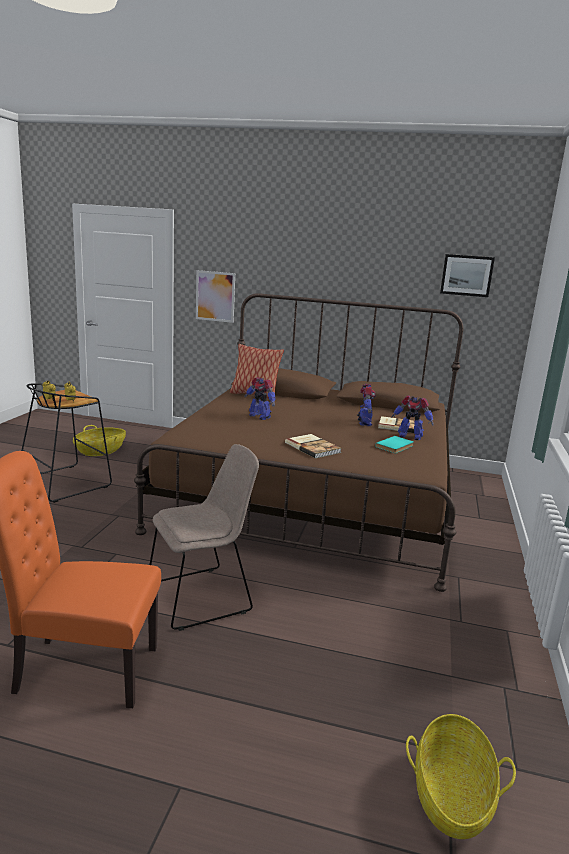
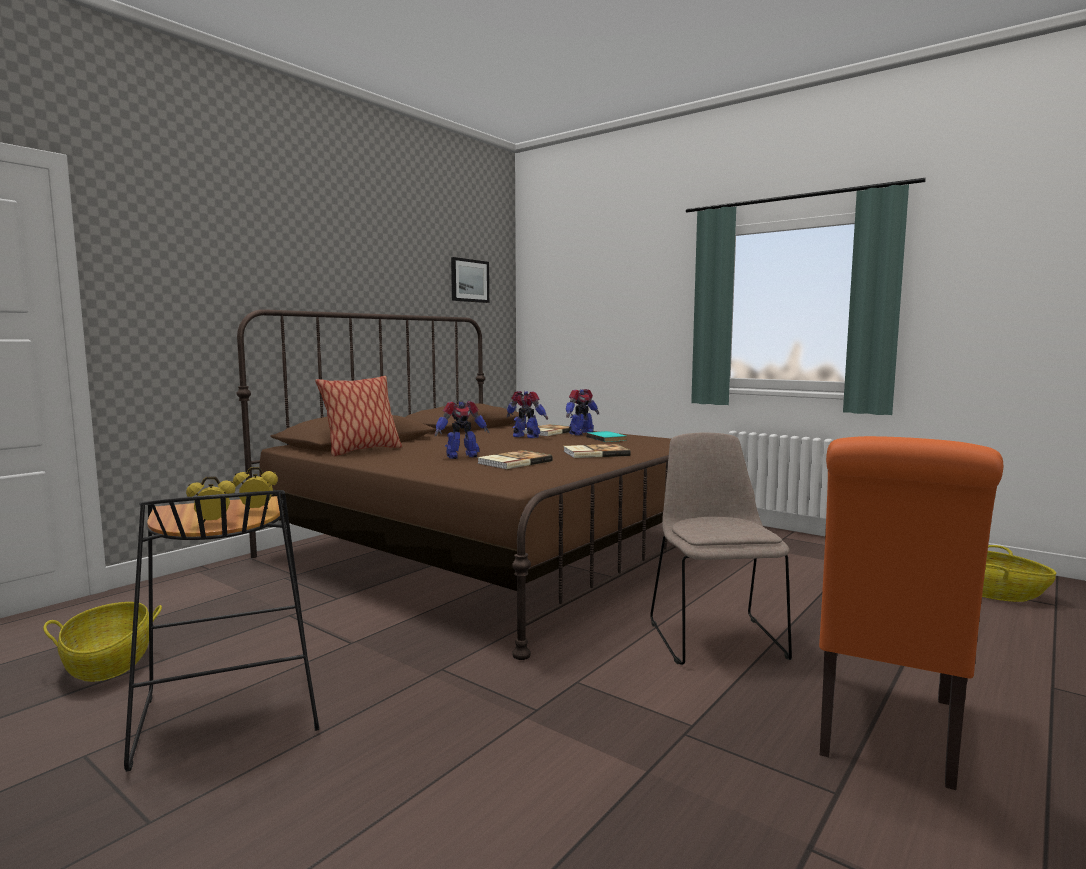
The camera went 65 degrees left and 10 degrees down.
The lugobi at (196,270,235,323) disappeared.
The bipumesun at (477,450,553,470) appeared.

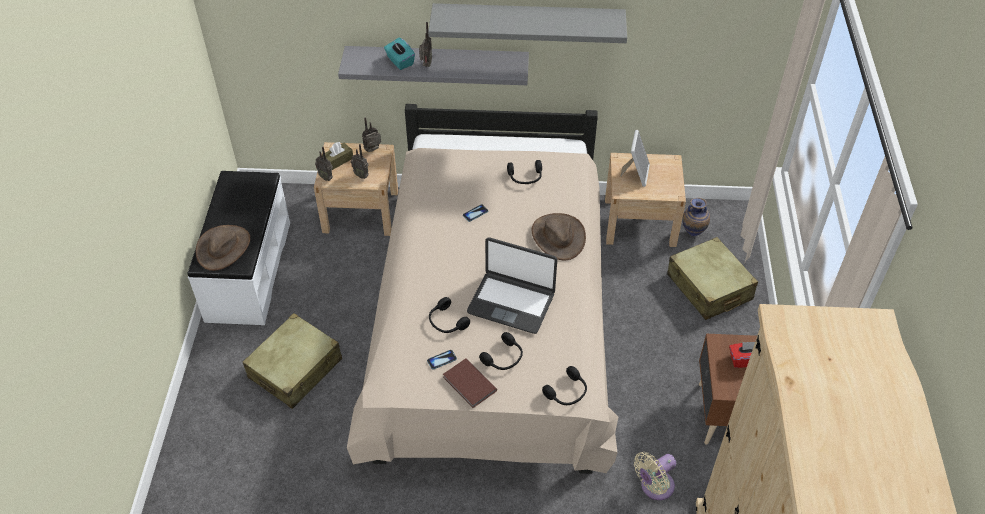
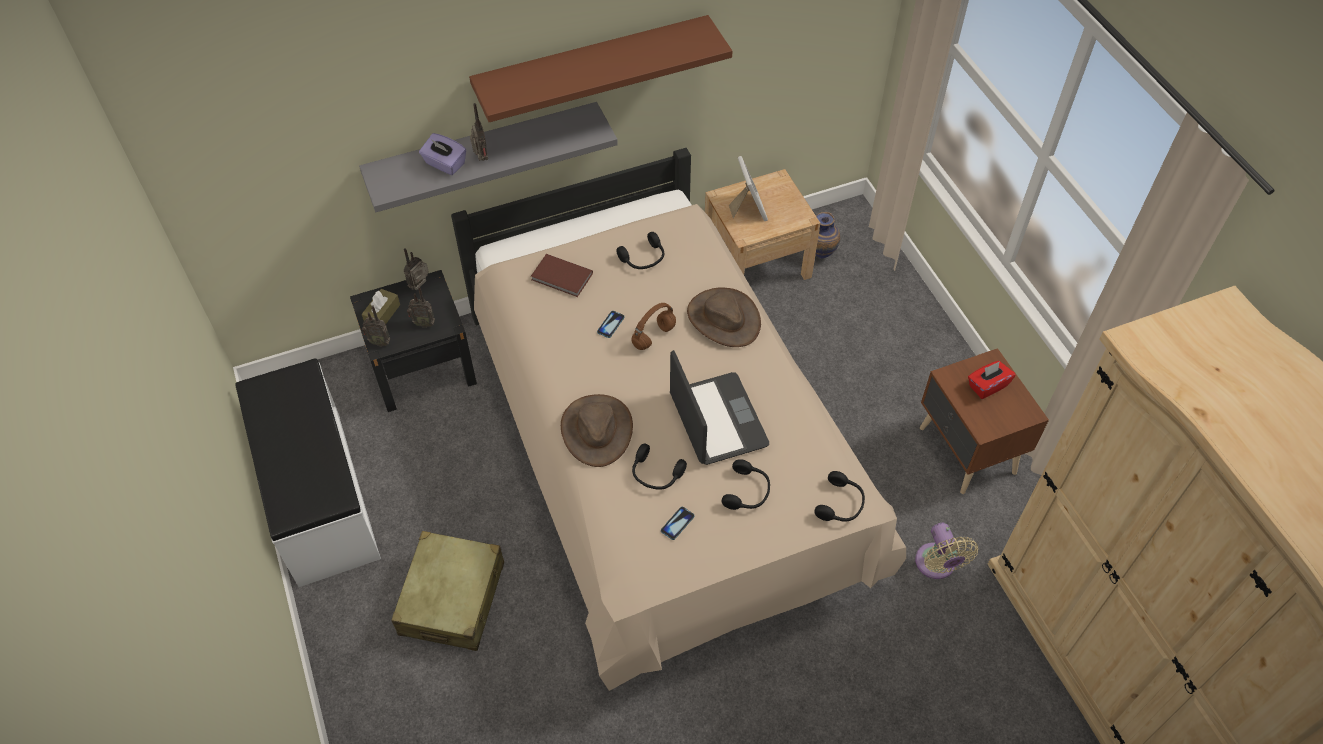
The camera went 25 degrees left and 5 degrees up.
The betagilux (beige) at (667,237,758,320) disappeared.
The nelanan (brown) at (631,303,676,350) appeared.
The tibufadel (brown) moved from (196,225,250,271) to (561,394,633,467).
The bipumesun (brown) moved from (443,358,497,408) to (531,254,593,297).
The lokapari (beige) at (314,142,398,236) became the lokapari (black) at (350,270,477,412).
The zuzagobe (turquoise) at (384,38,415,70) became the zuzagobe (purple) at (419,133,466,175).
The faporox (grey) at (428,3,627,43) became the faporox (brown) at (469,15,732,122).
The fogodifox at (467,237,557,334) turned 105 degrees counterclockwise.
The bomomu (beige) at (634,452,676,500) turned 45 degrees counterclockwise.

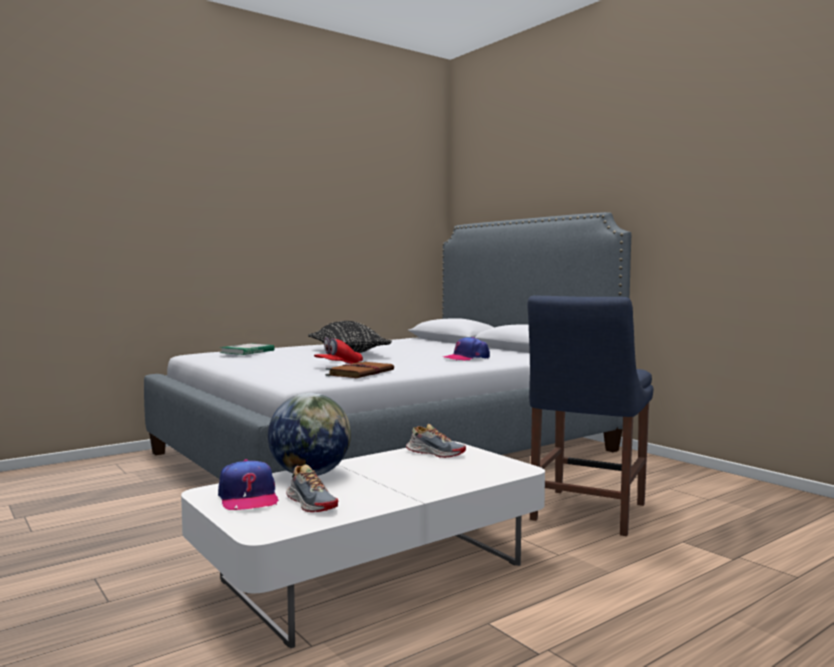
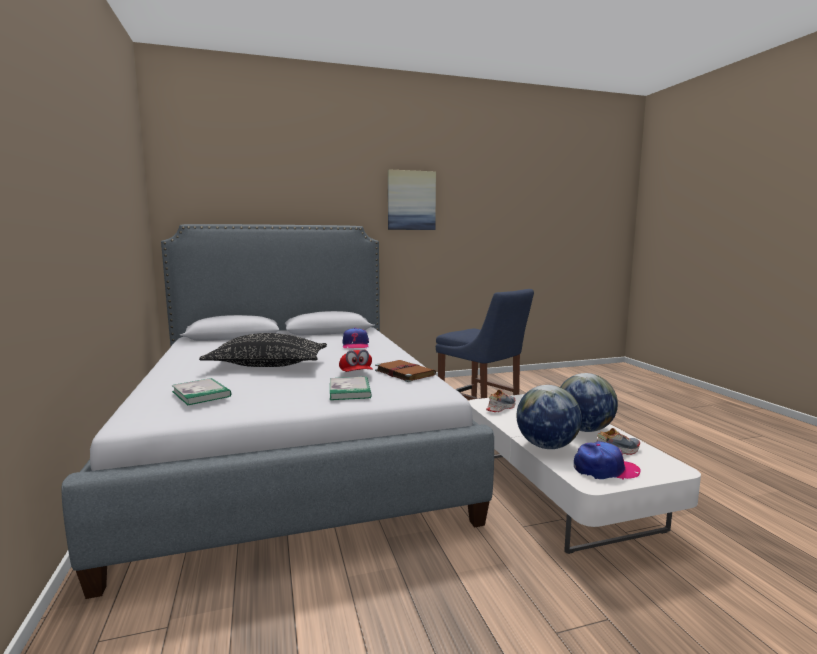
The camera went 70 degrees left and 5 degrees up.
The bipumesun at (330,376,372,400) appeared.
The lugobi at (388,169,436,230) appeared.
The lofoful at (561,373,618,432) appeared.

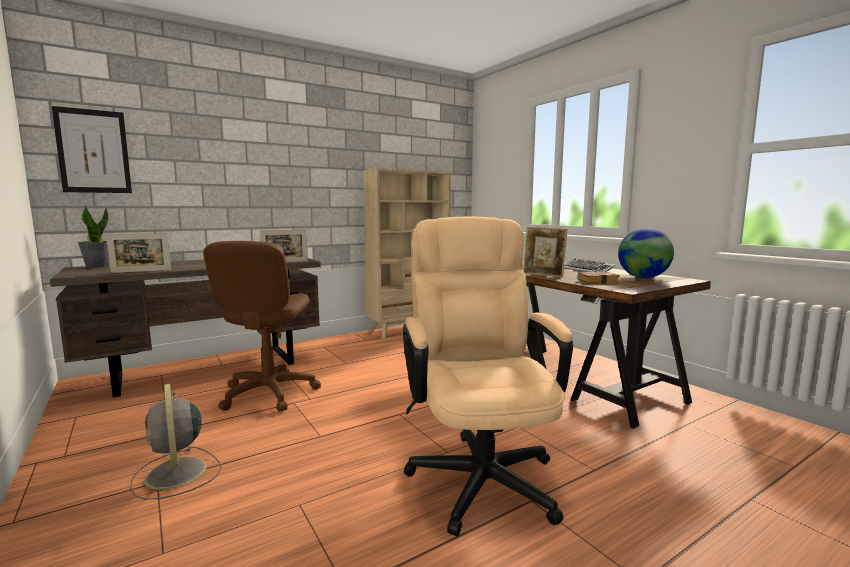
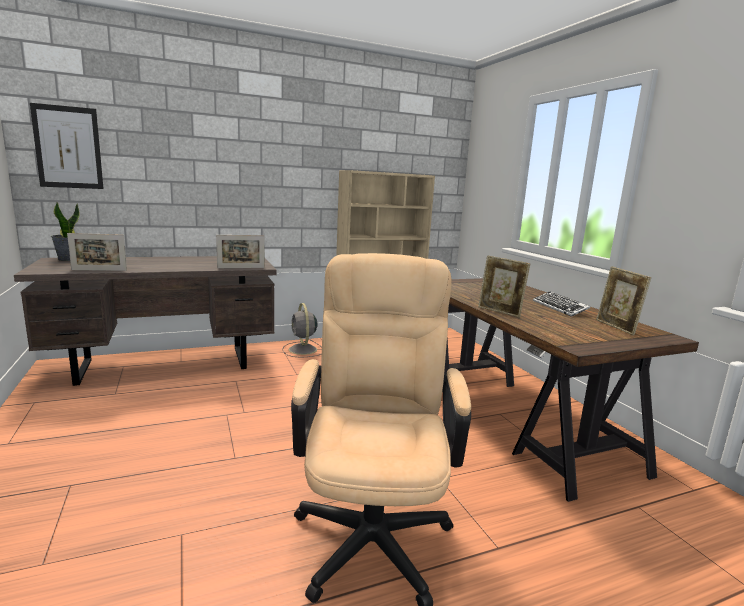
The camera went 10 degrees right and 5 degrees up.
The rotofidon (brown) at (203,241,321,412) disappeared.
The bipumesun at (578,272,620,284) disappeared.
The bomomu (grey) moved from (130,384,221,500) to (282,303,322,358).
The lofoful at (618,228,674,278) was replaced by the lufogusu at (596,266,652,335).

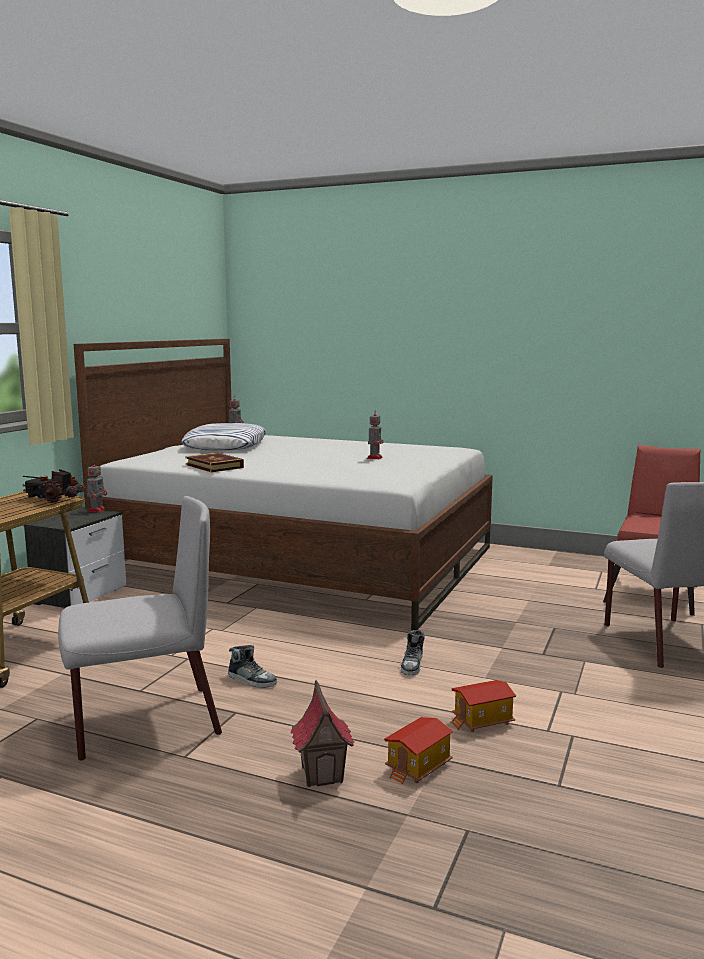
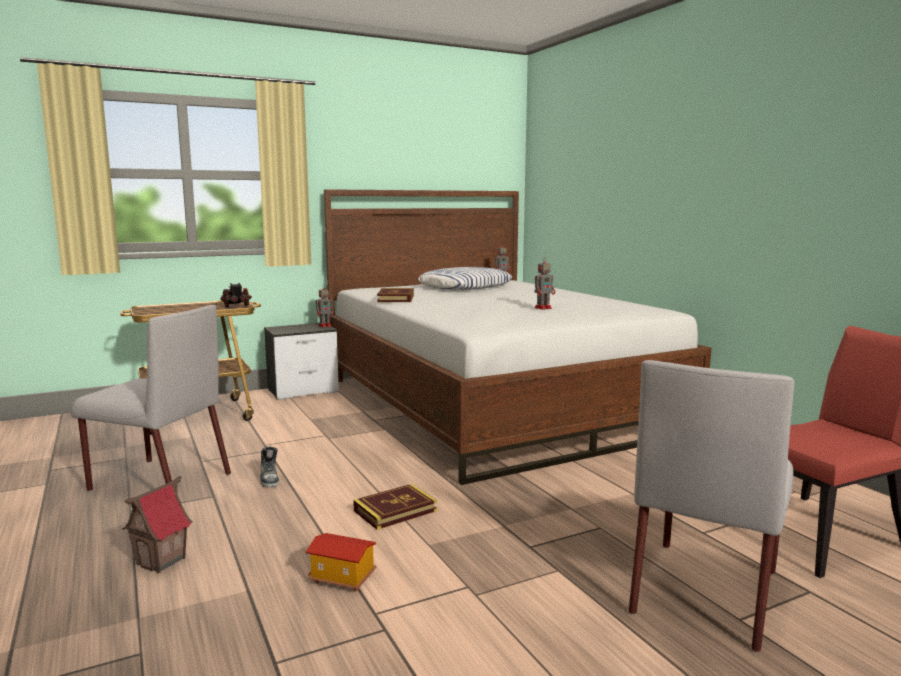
The camera went 40 degrees right and 0 degrees up.
The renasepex at (384,717,453,785) disappeared.
The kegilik at (401,630,425,675) was replaced by the bipumesun at (353,484,437,530).

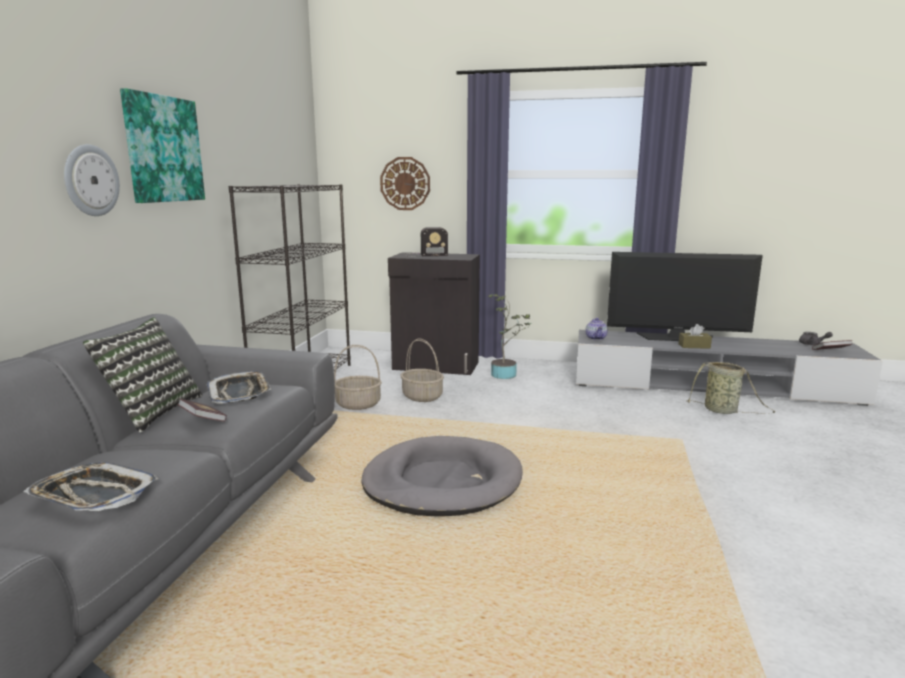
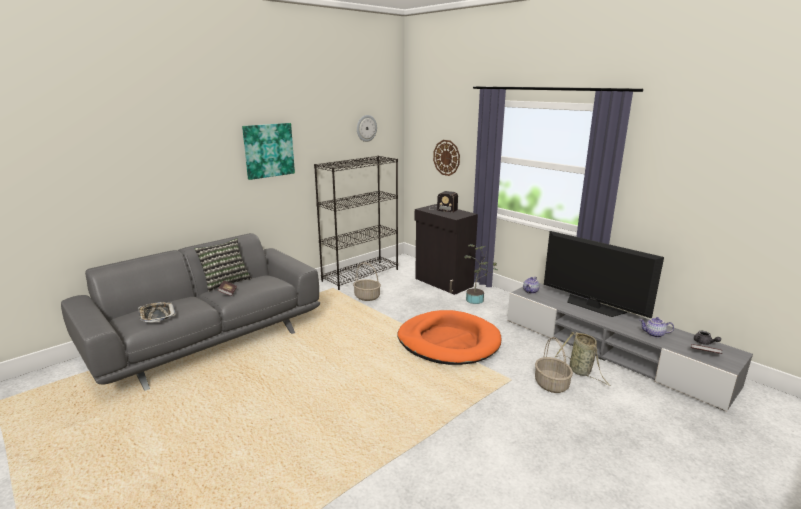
The camera went 35 degrees right and 5 degrees up.
The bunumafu at (207,371,271,404) disappeared.
The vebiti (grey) at (361,436,523,516) disappeared.
The zuzagobe (brown) at (678,324,712,349) disappeared.
The vebiti (orange) at (397,310,502,365) appeared.
The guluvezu at (640,317,674,338) appeared.
The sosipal moved from (64,144,120,216) to (357,115,377,142).
The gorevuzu moved from (400,339,444,402) to (535,337,573,393).

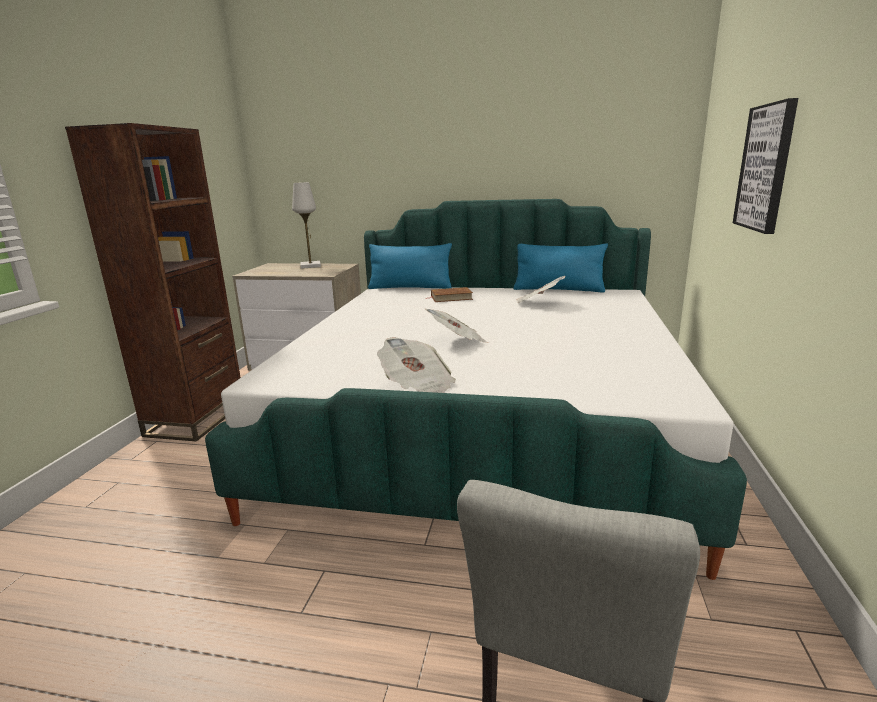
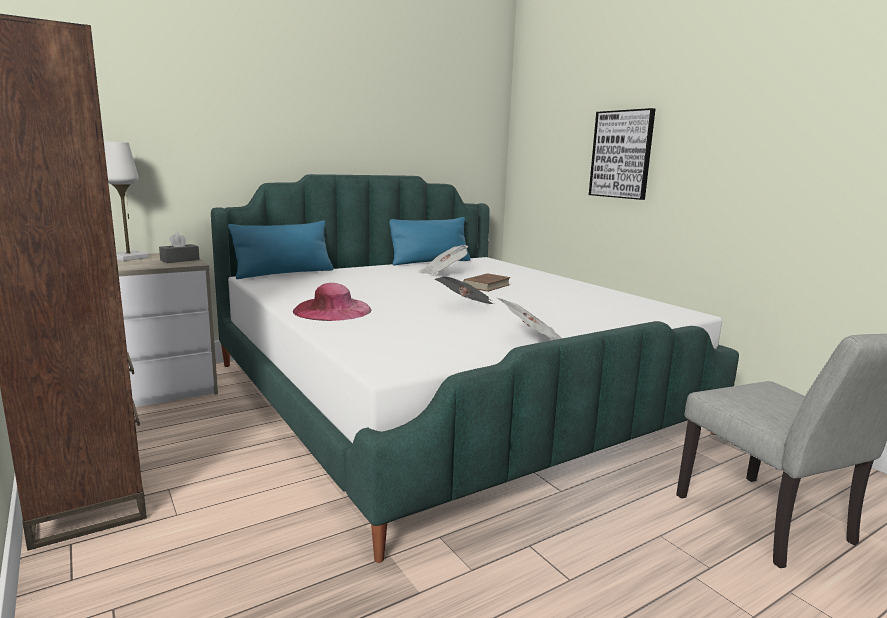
The camera went 45 degrees left and 5 degrees down.
The zuzagobe (grey) at (159,233,200,263) appeared.
The tibufadel (pink) at (293,283,371,321) appeared.
The bipumesun (brown) moved from (425,287,473,302) to (463,273,511,292).

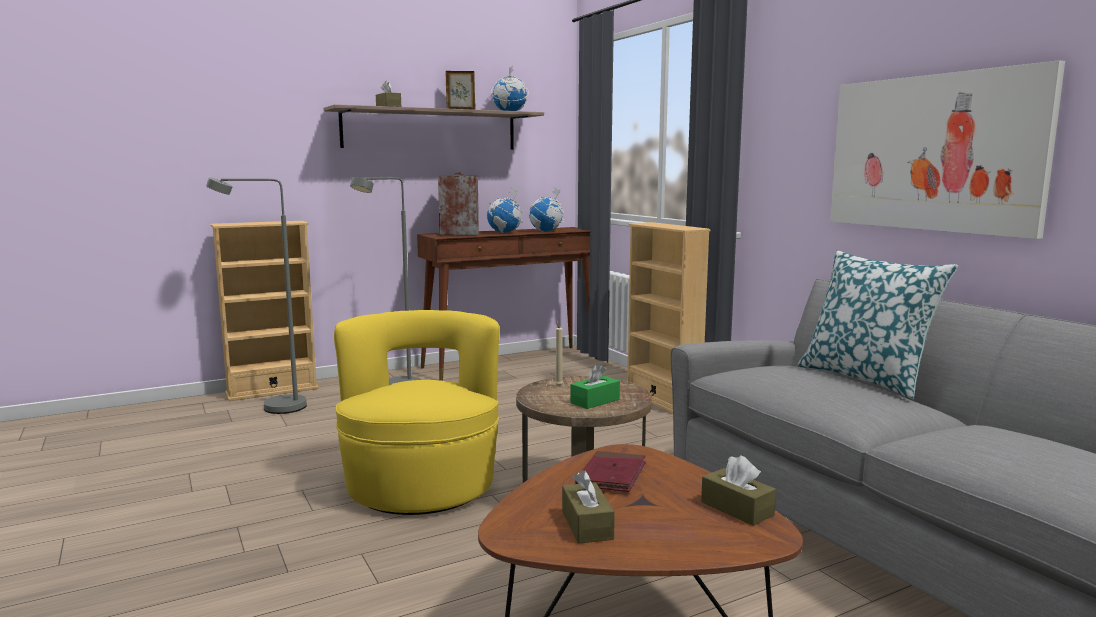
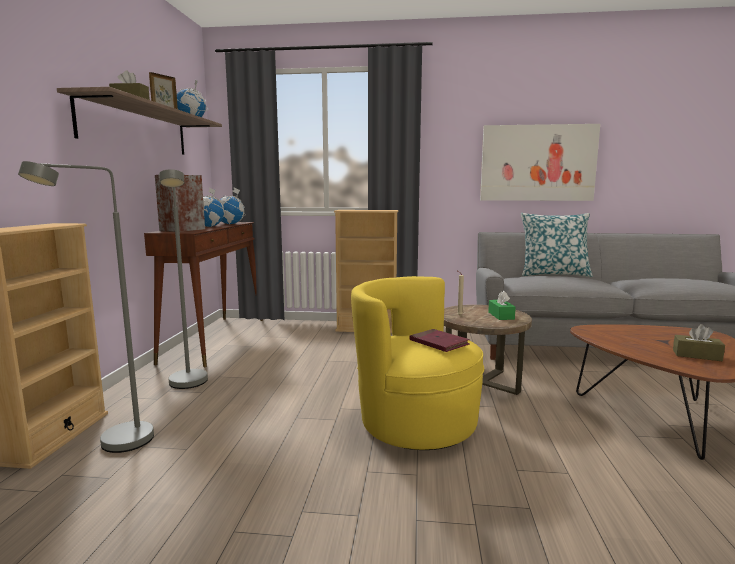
The camera went 55 degrees left and 0 degrees up.
The zuzagobe (brown) at (701,455,776,526) disappeared.
The bipumesun (red) moved from (576,451,646,492) to (410,329,470,352).

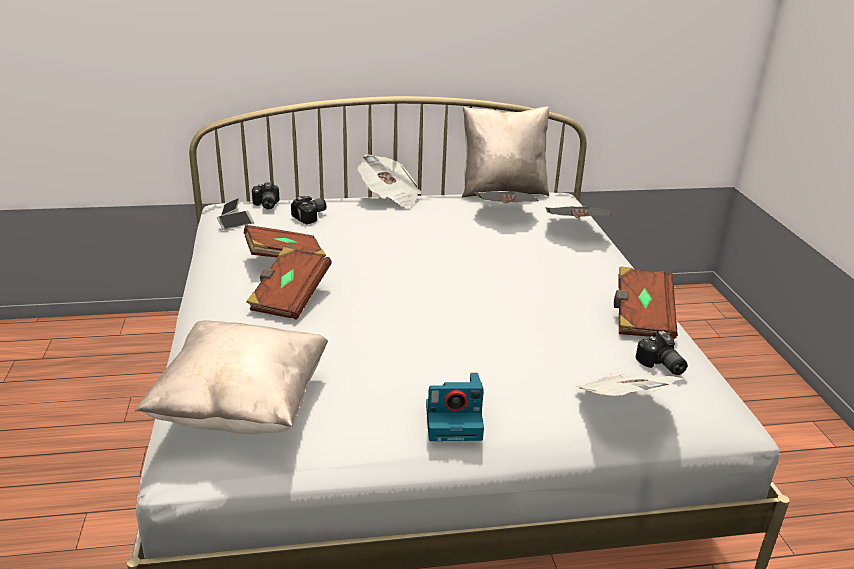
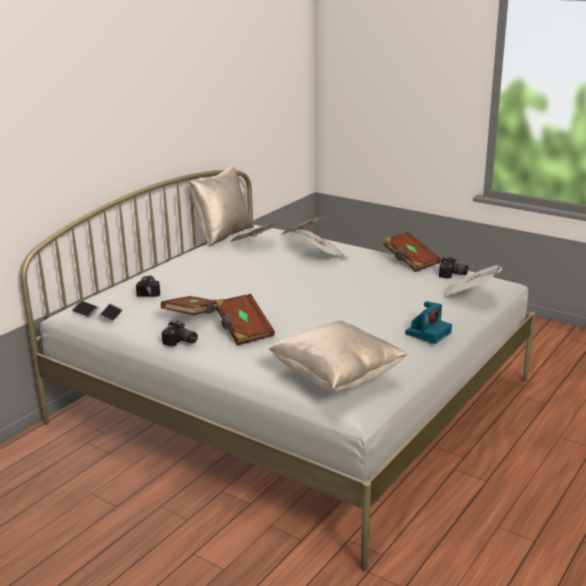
The camera went 45 degrees left and 5 degrees down.
The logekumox moved from (252,181,279,209) to (162,320,198,346).
The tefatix moved from (357,154,421,208) to (296,230,349,258).

